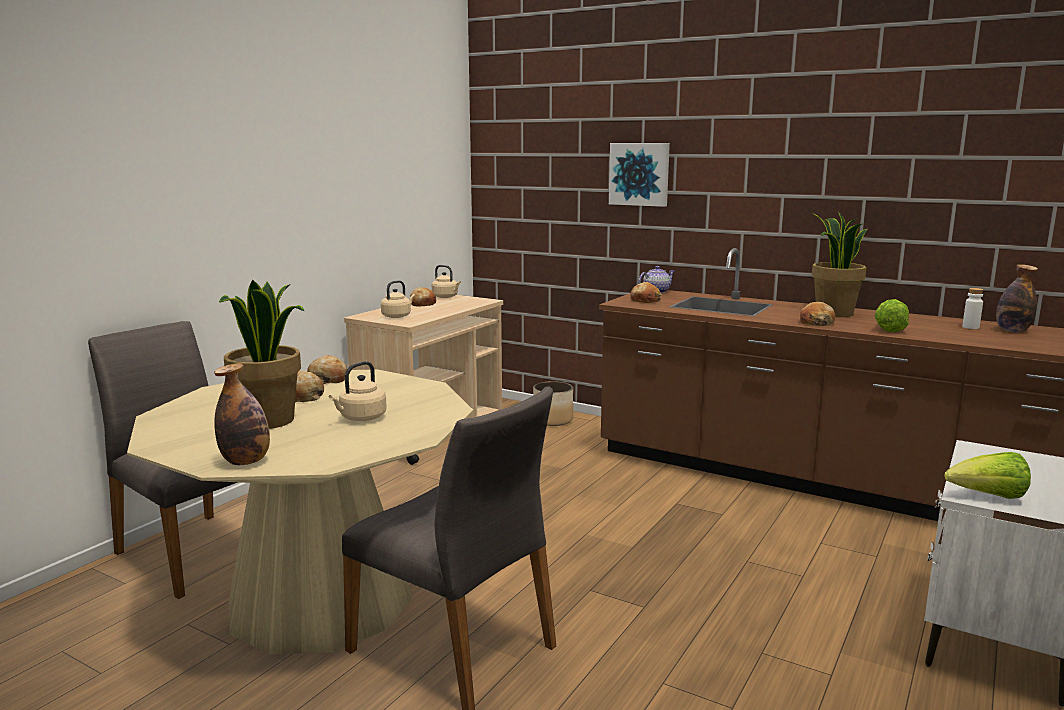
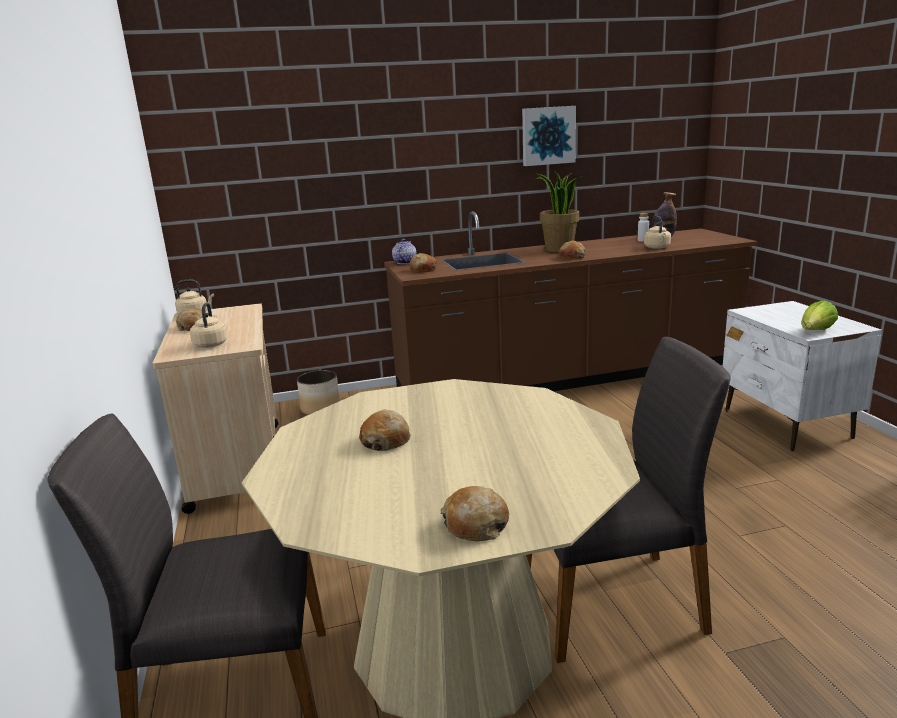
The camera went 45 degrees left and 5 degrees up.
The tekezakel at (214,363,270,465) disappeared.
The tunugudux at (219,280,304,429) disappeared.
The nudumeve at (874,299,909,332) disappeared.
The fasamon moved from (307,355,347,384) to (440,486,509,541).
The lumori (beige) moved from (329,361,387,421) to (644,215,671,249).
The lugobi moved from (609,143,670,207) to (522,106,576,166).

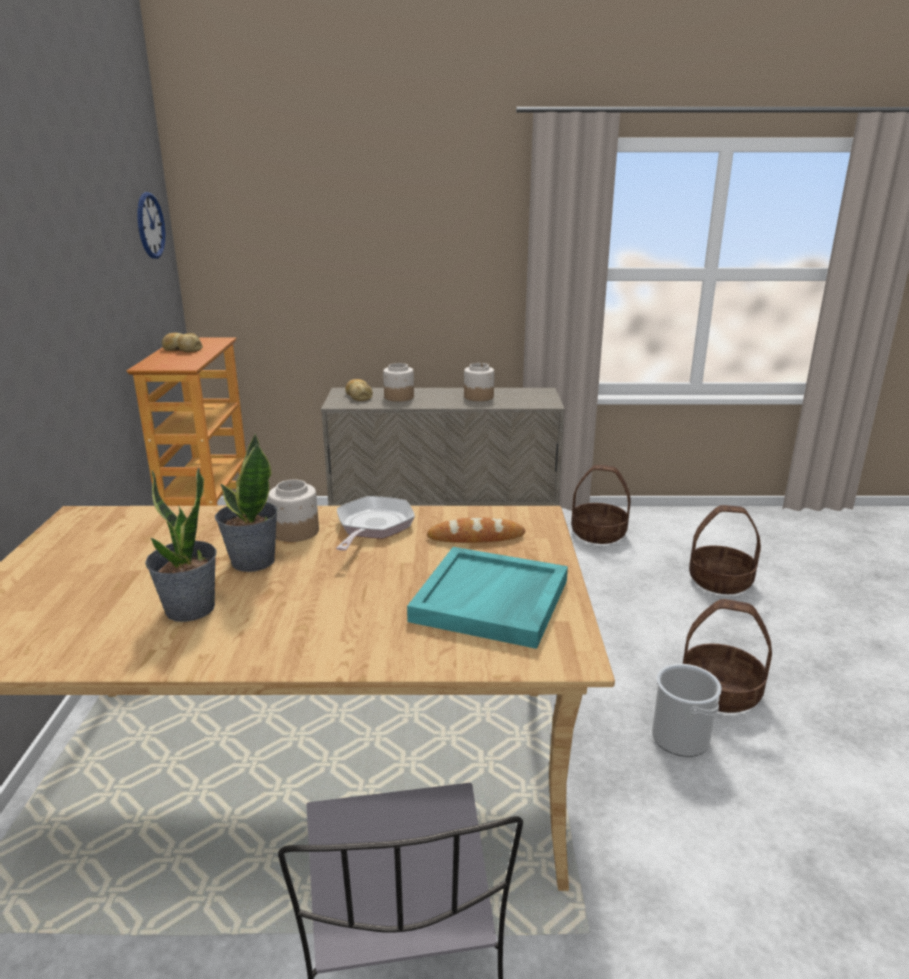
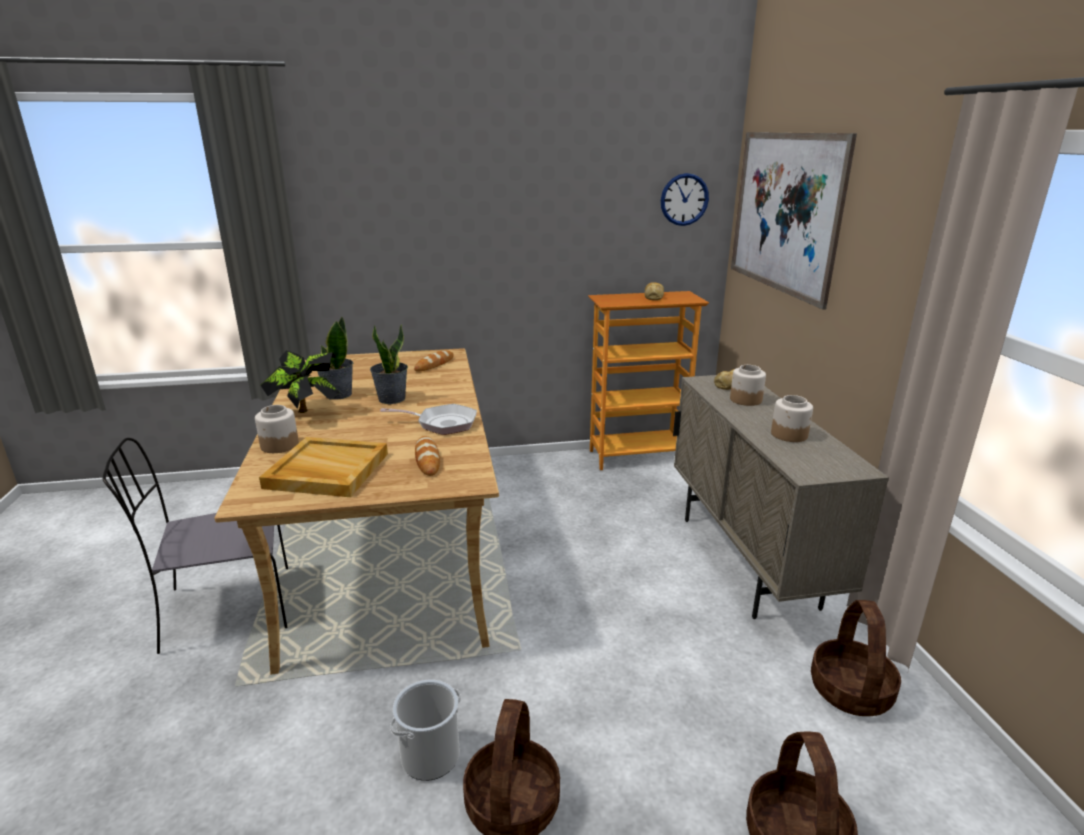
The camera went 80 degrees right and 0 degrees up.
The tunugudux at (261,350,340,413) appeared.
The fasamon at (414,350,454,372) appeared.
The lugobi at (731,132,857,310) appeared.
The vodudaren moved from (268,480,319,542) to (255,405,299,453).
The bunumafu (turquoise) at (407,547,568,649) became the bunumafu (beige) at (259,437,388,497).

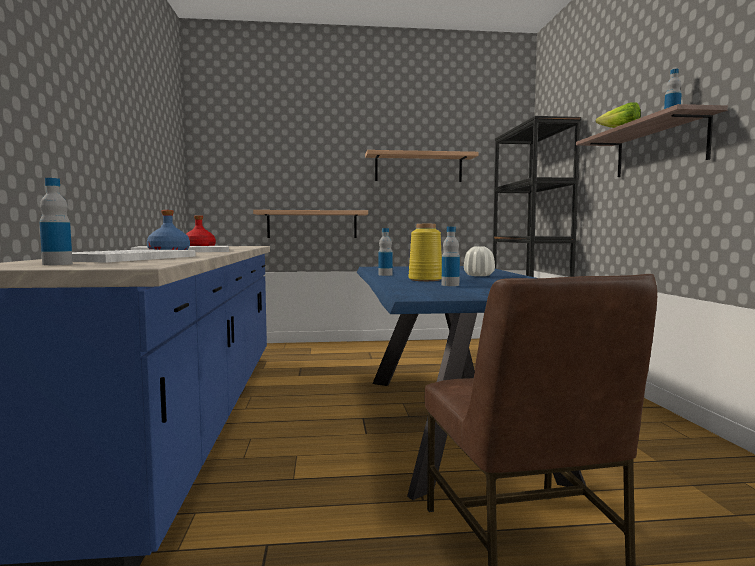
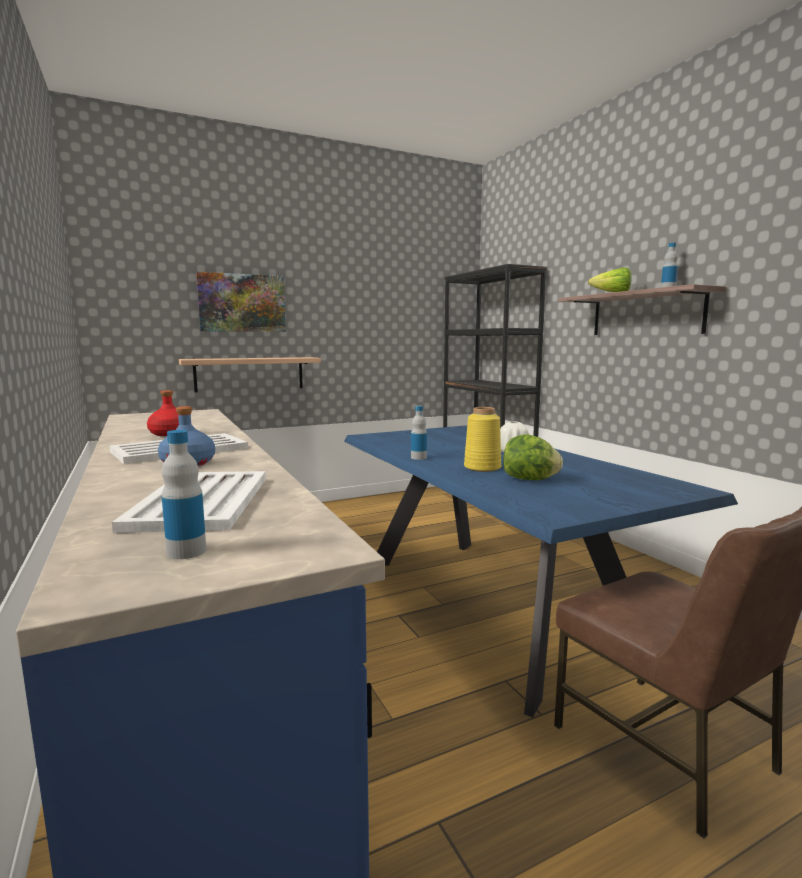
The camera went 20 degrees left and 5 degrees up.
The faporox at (365,150,478,182) disappeared.
The lugobi at (196,272,286,332) appeared.
The tekezakel at (442,227,460,286) was replaced by the nudumeve at (503,435,563,480).

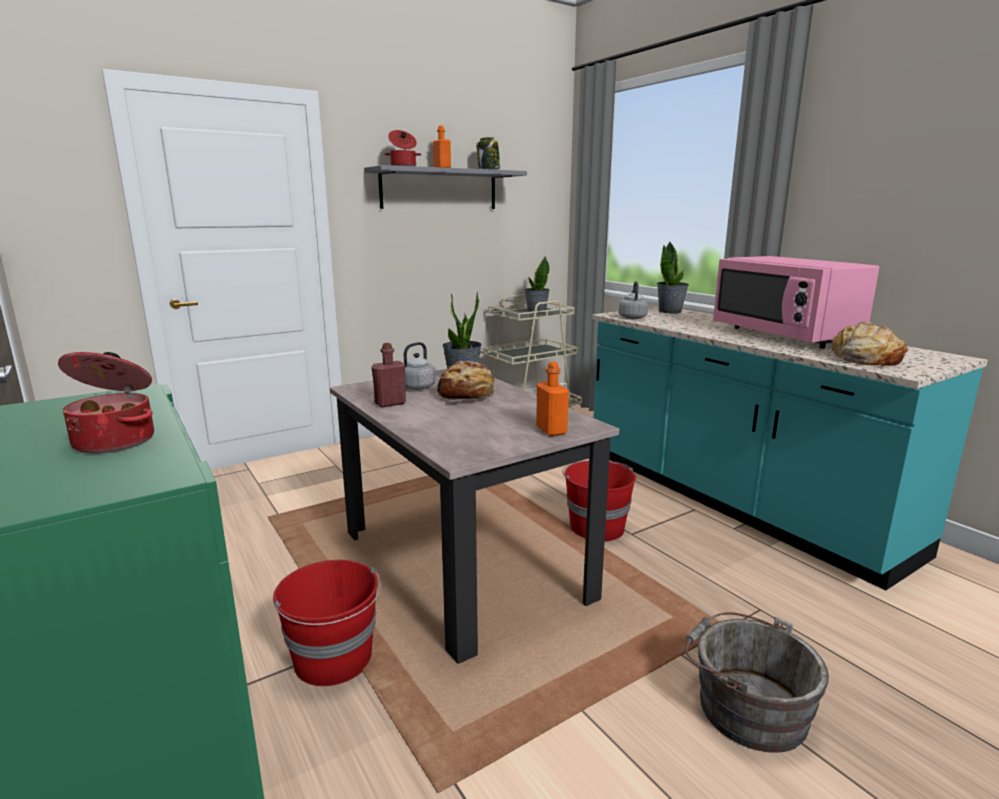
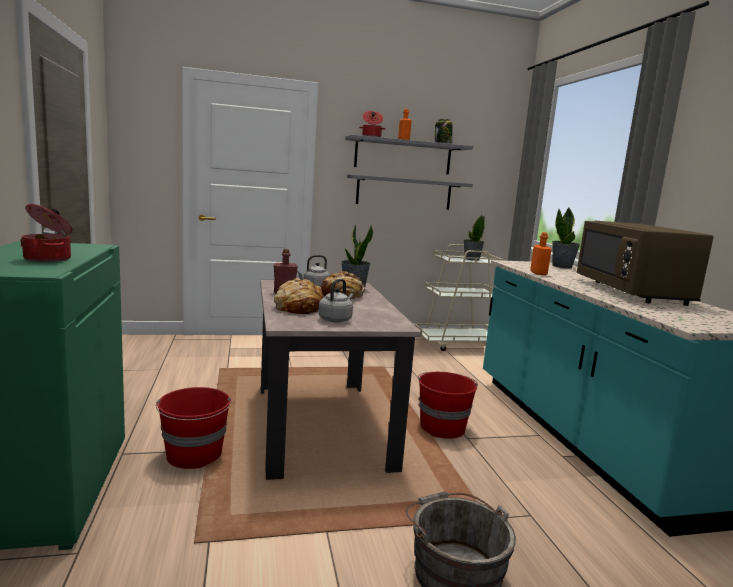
The camera went 20 degrees right and 5 degrees down.
The faporox (grey) at (347,175,473,210) appeared.
The tekezakel (orange) moved from (536,362,569,436) to (530,232,552,275).
The lumori (grey) moved from (618,281,648,319) to (318,279,353,322).
The fasamon moved from (832,322,908,366) to (274,278,324,314).
The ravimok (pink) at (713,256,879,349) became the ravimok (brown) at (577,221,714,306).

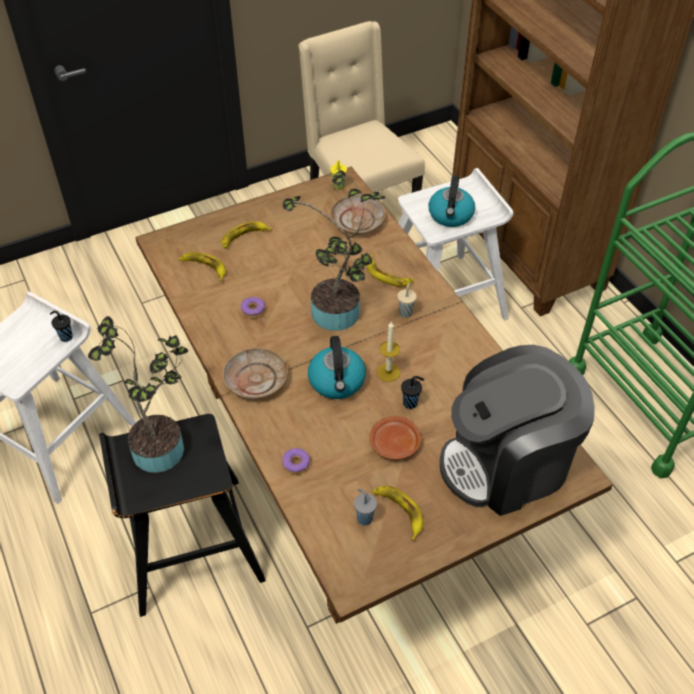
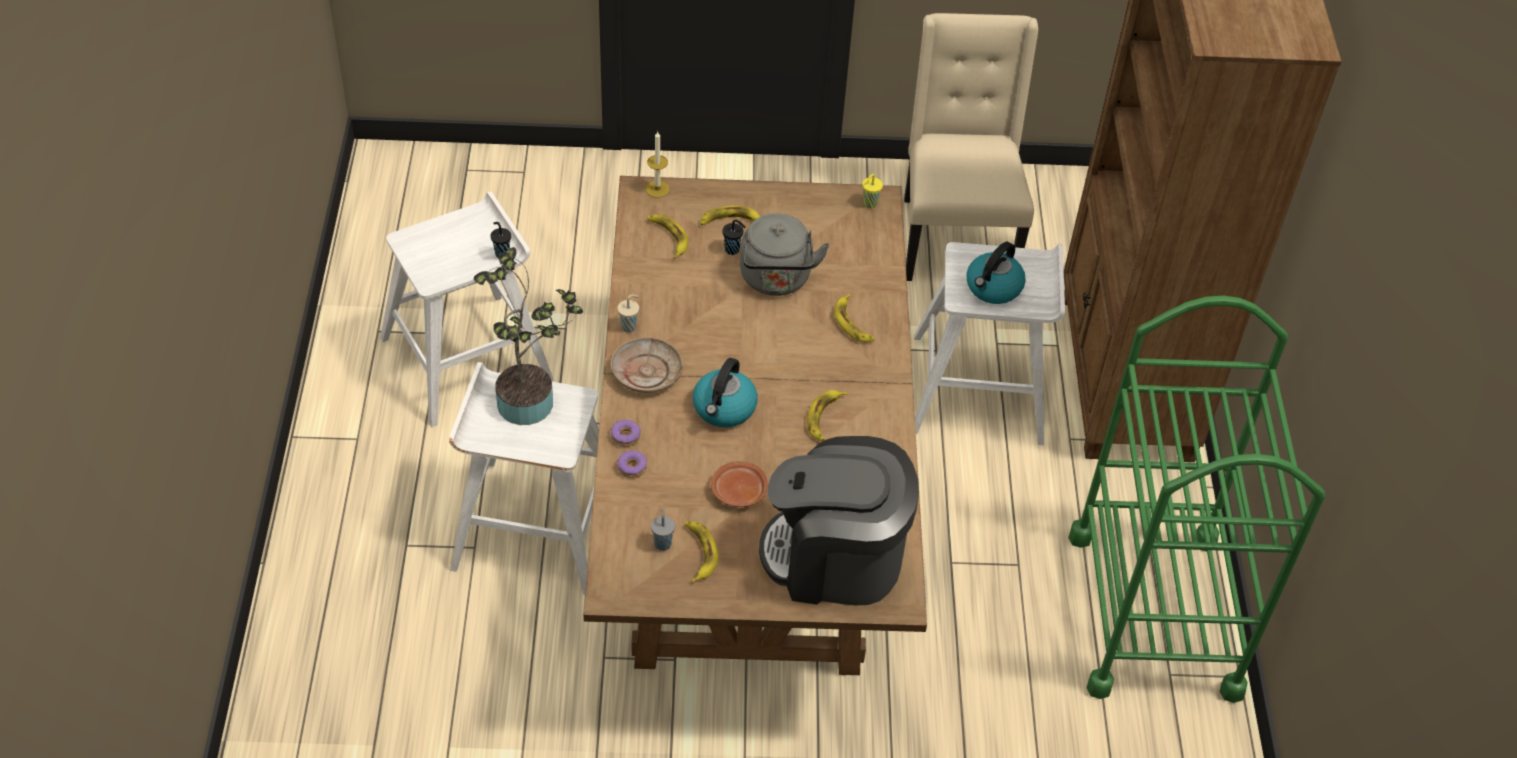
The camera went 25 degrees right and 0 degrees up.
The tunugudux at (283,170,385,331) disappeared.
The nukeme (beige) at (330,194,386,235) disappeared.
The lumori (grey) at (740,213,830,296) appeared.
The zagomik at (807,390,848,441) appeared.
The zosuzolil moved from (241,297,265,318) to (611,420,641,447).
The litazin moved from (377,322,400,382) to (646,131,669,198).
The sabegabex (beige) moved from (397,283,417,318) to (617,294,639,333).
The sabegabex (black) moved from (401,376,424,409) to (722,219,746,255).
The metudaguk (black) at (99,414,265,617) became the metudaguk (white) at (449,362,599,595).

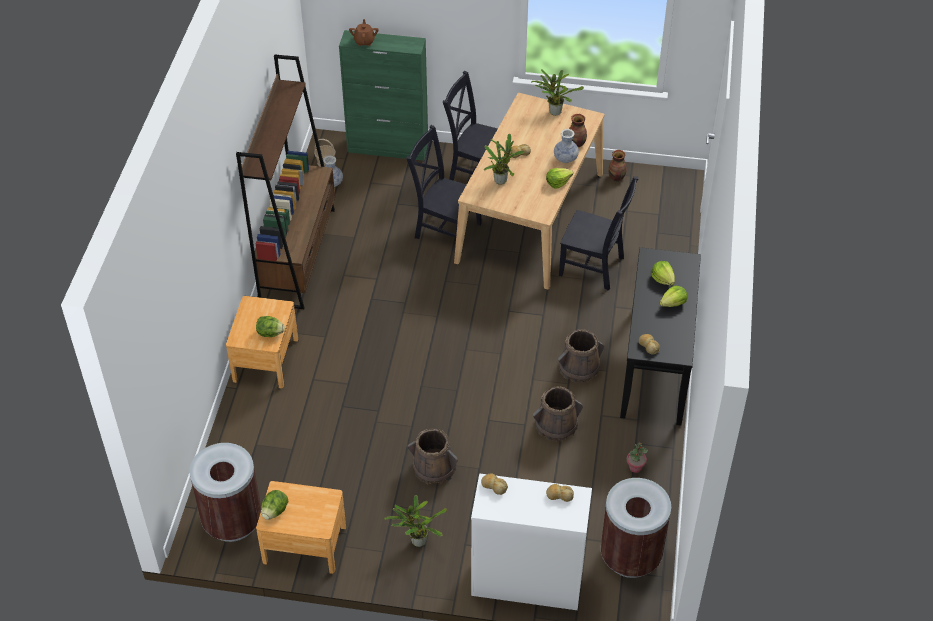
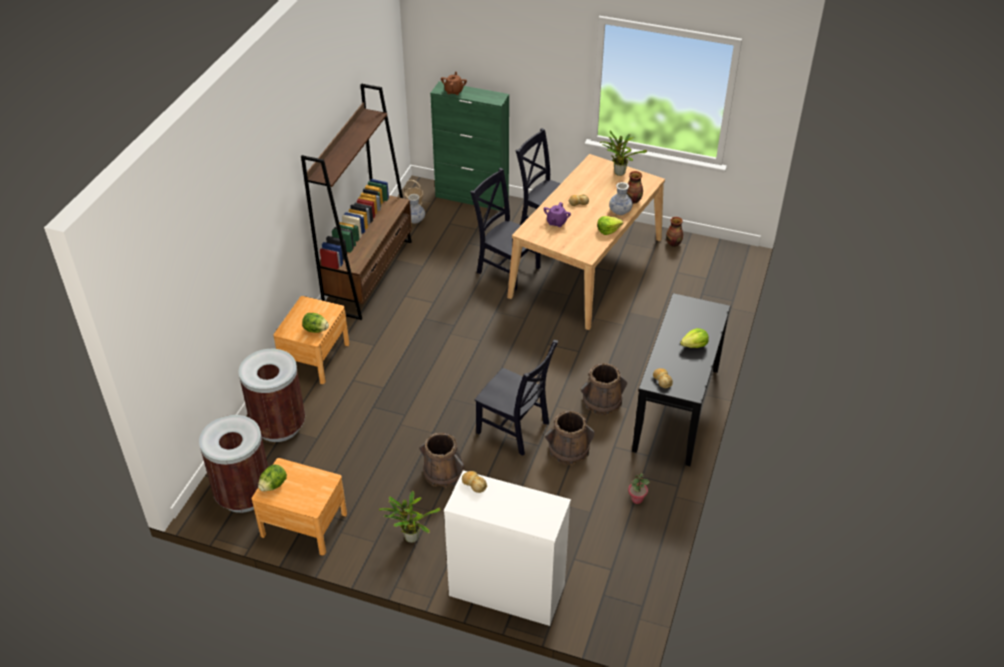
The camera went 10 degrees right and 5 degrees down.
The fasamon at (546,484,574,502) disappeared.
The nudumeve at (651,261,675,286) disappeared.
The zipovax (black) moved from (559,176,639,291) to (475,340,558,456).
The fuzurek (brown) moved from (601,478,671,578) to (239,349,305,442).
The tunugudux at (484,134,525,185) was replaced by the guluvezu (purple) at (544,202,571,227).

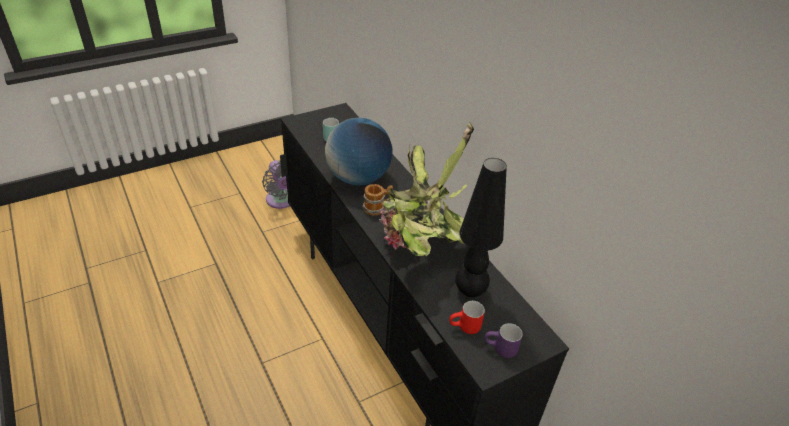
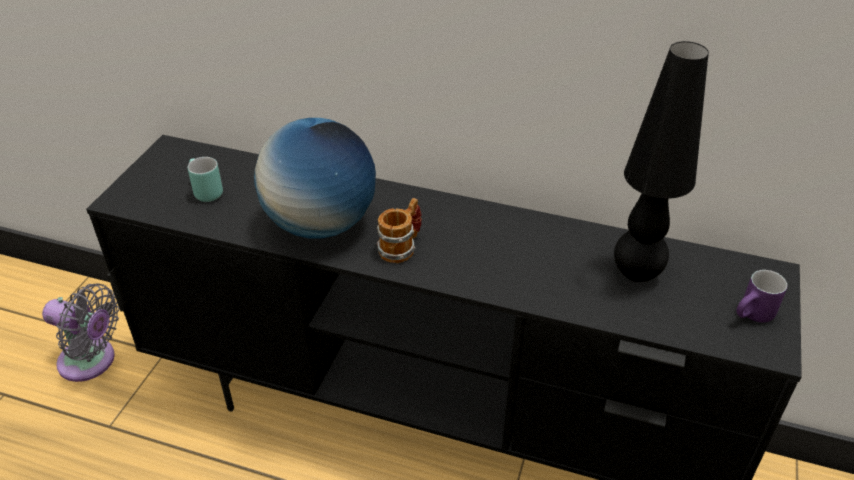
The camera went 40 degrees left and 0 degrees up.
The tunugudux at (379,122,474,257) disappeared.
The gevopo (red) at (449,301,485,334) disappeared.

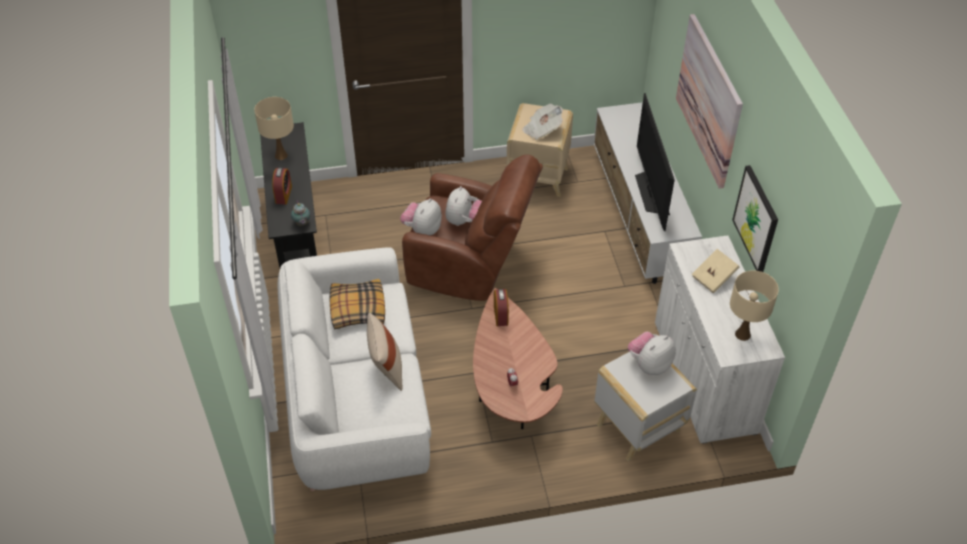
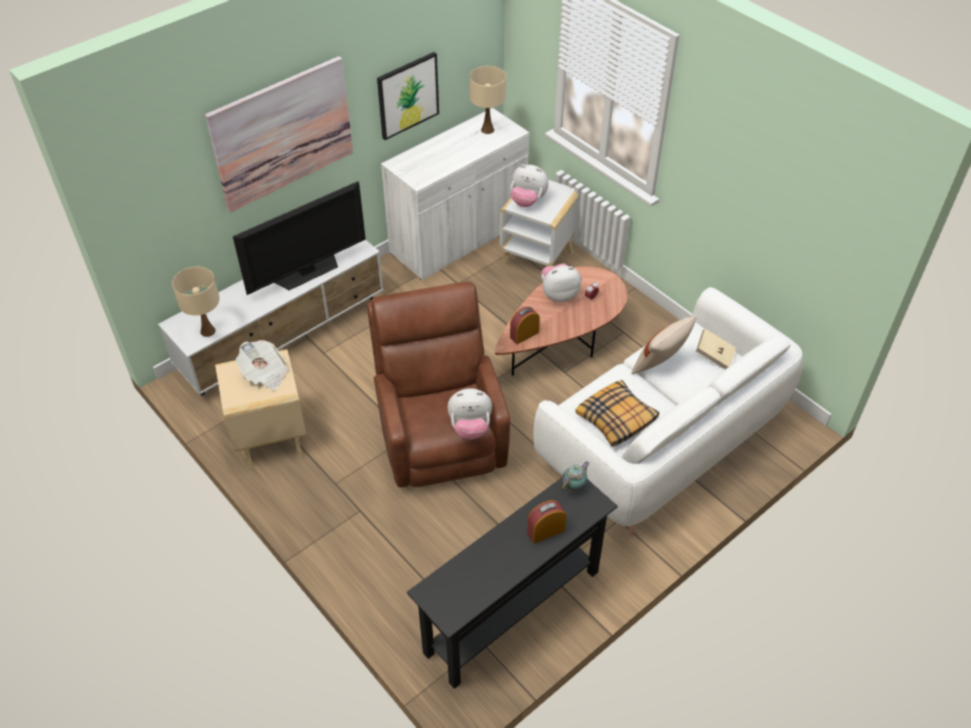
The camera went 120 degrees left and 0 degrees up.
The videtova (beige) moved from (254,97,294,160) to (172,267,220,337).
The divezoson moved from (445,186,482,226) to (541,264,581,302).
The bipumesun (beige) moved from (692,249,739,294) to (696,329,736,369).

